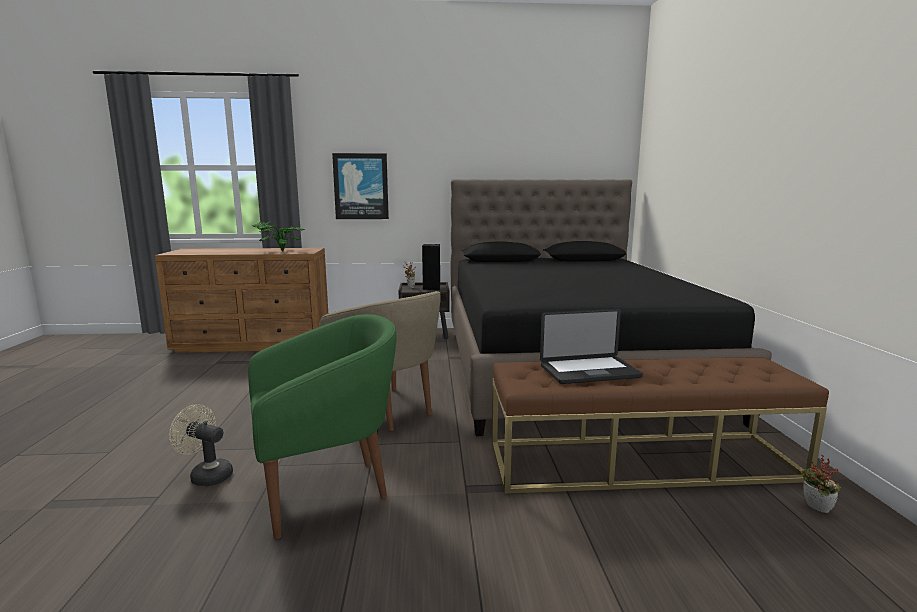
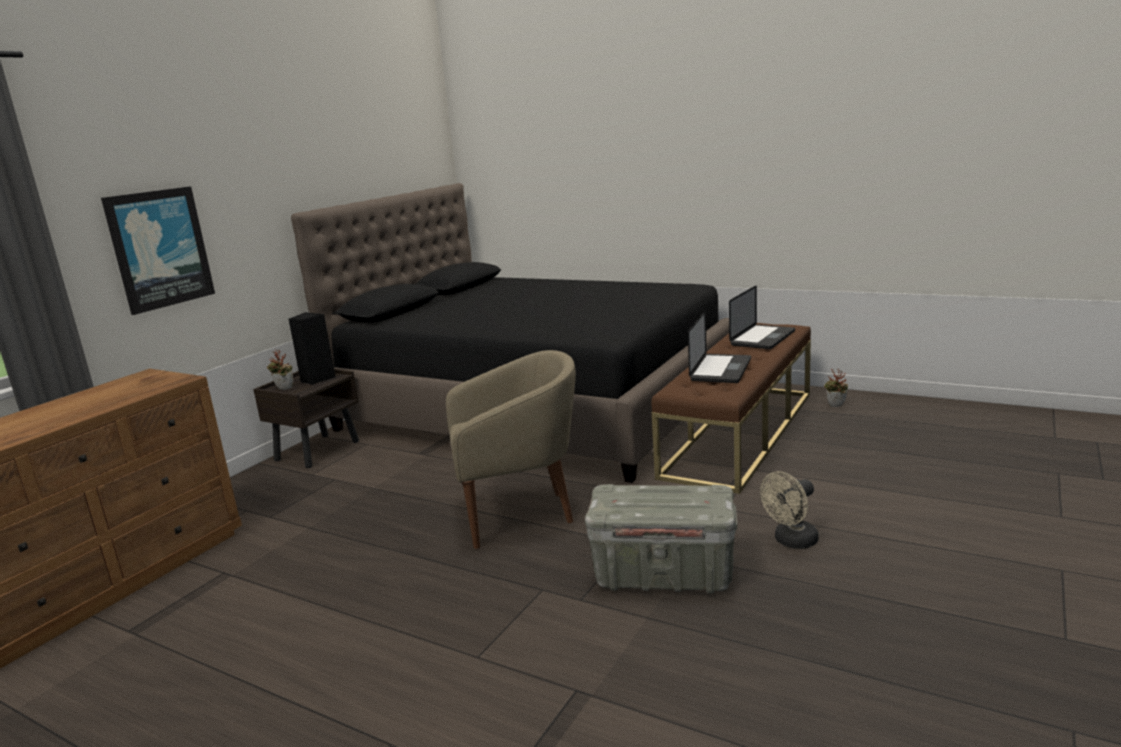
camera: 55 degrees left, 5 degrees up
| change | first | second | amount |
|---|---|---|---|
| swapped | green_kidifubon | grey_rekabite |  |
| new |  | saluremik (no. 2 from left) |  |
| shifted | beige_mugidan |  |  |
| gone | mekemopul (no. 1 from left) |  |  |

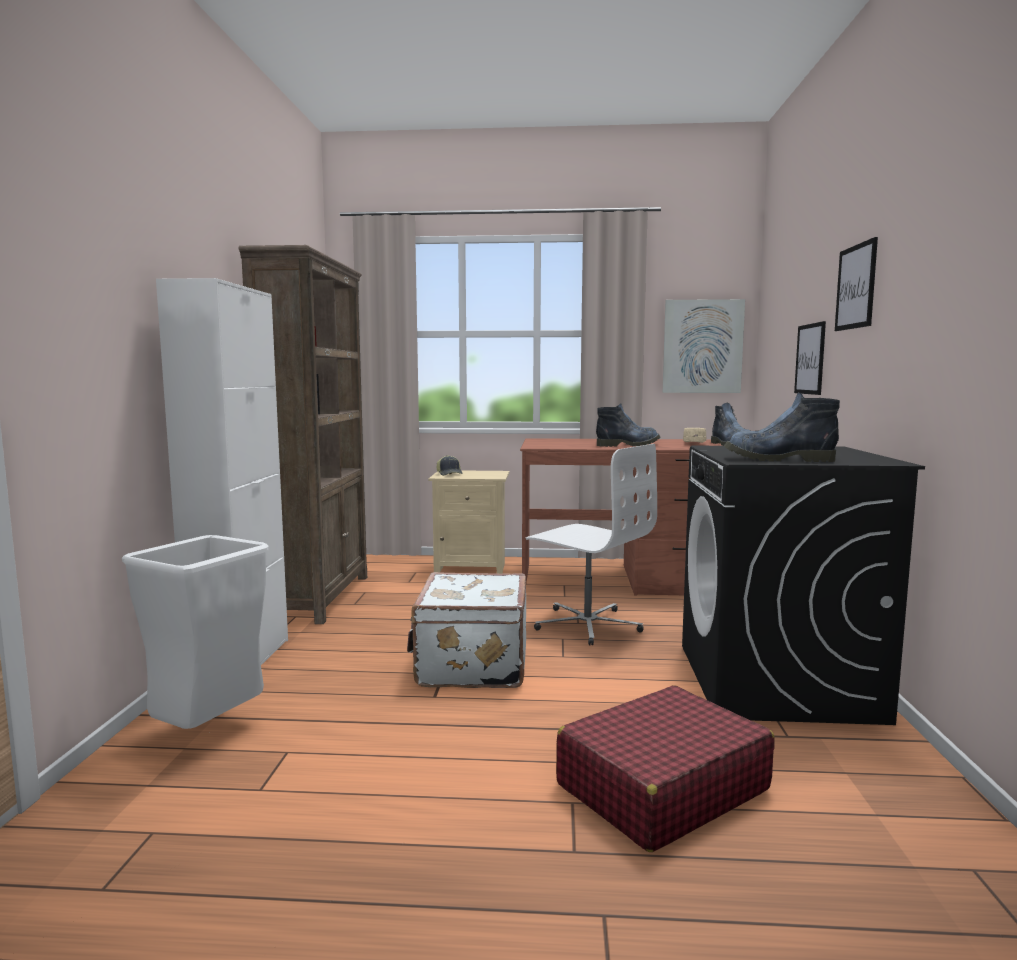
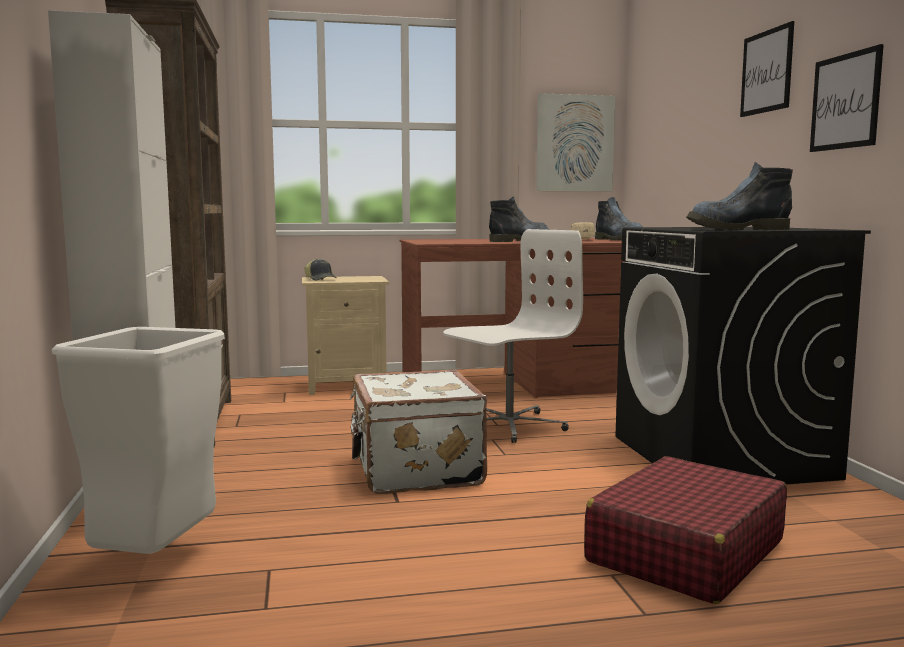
camera: 15 degrees left, 0 degrees up
| change | first | second | amount |
|---|---|---|---|
| rotated | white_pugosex |  | 60 degrees counterclockwise |
| shifted | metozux (no. 2 from left in the first image) | metozux (no. 3 from left) |  |

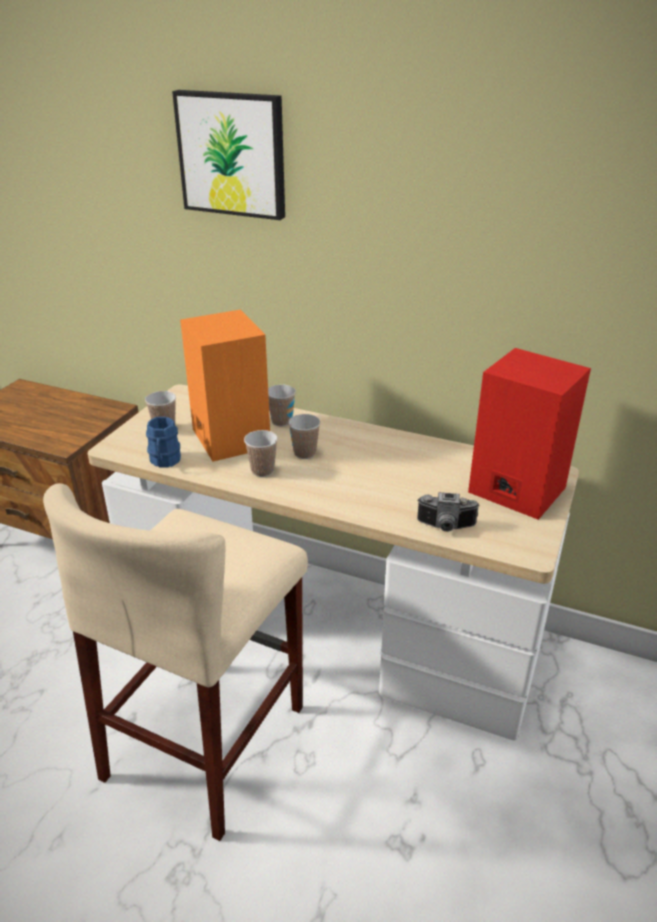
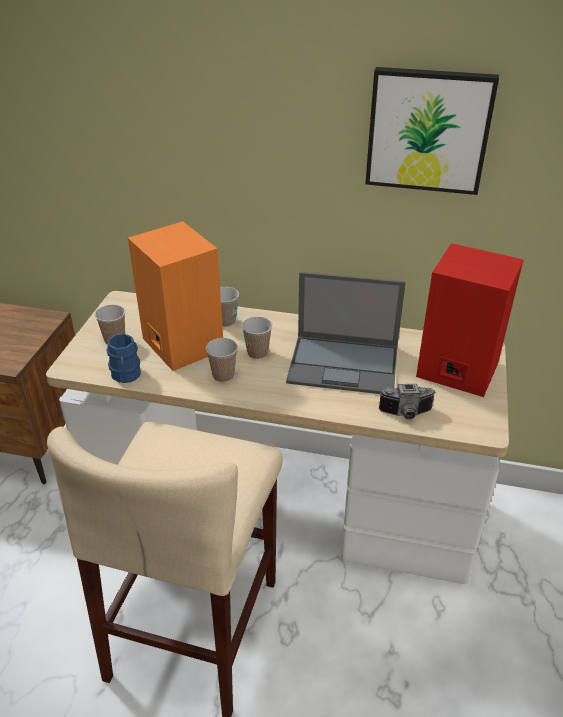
camera: 10 degrees left, 5 degrees up
| change | first | second | amount |
|---|---|---|---|
| new |  | saluremik |  |
| shifted | metozux |  |  |

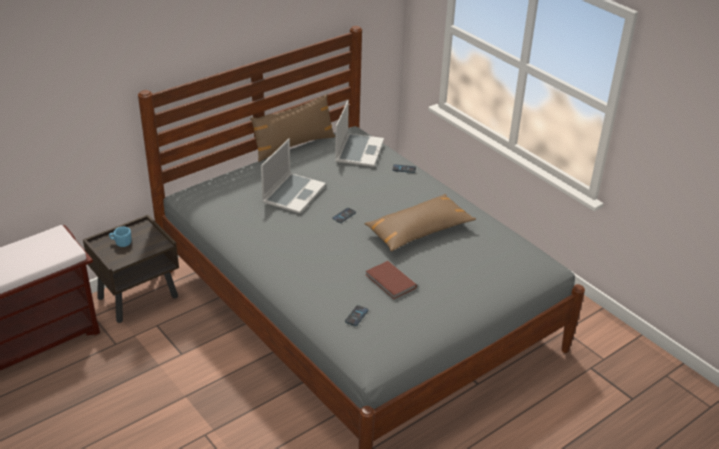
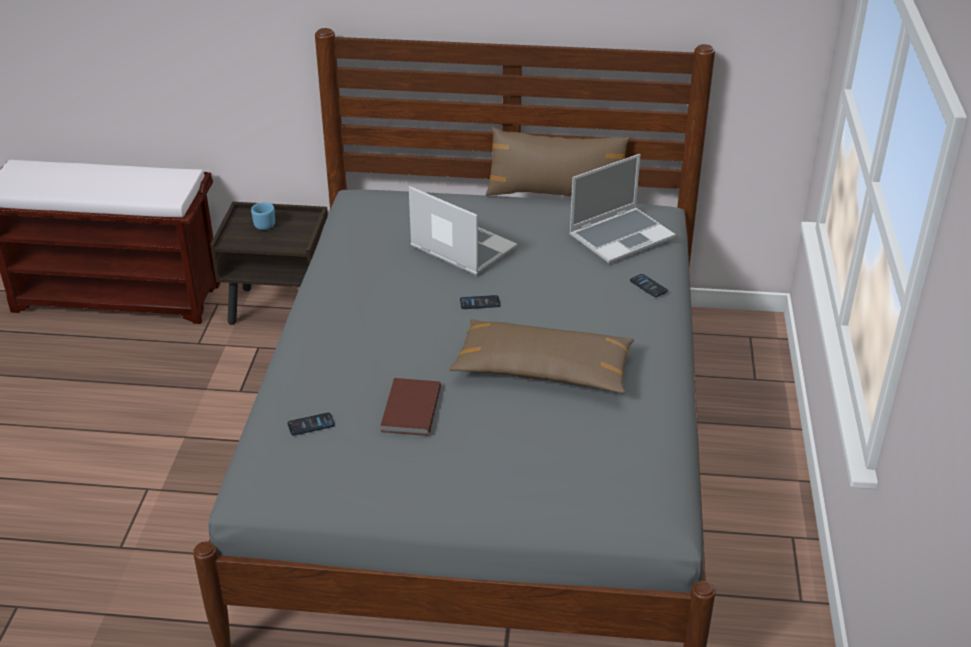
camera: 45 degrees right, 0 degrees up
| change | first | second | amount |
|---|---|---|---|
| rotated | saluremik (no. 1 from left) |  | 120 degrees counterclockwise |

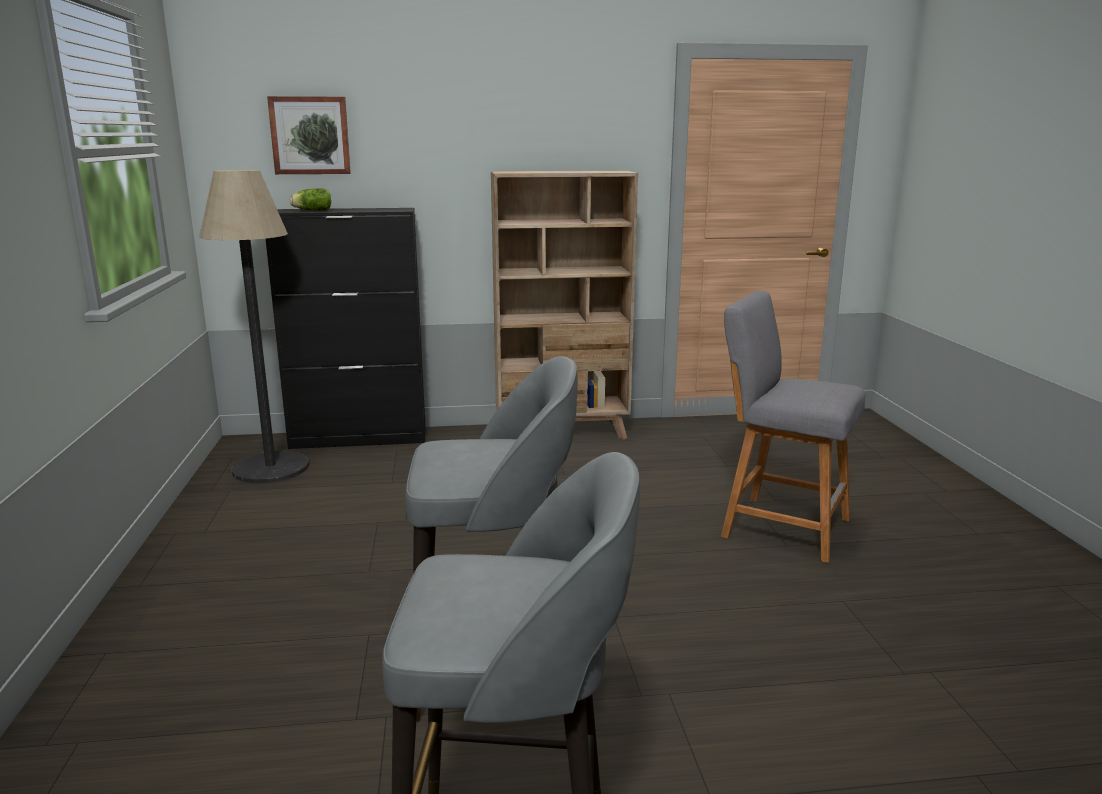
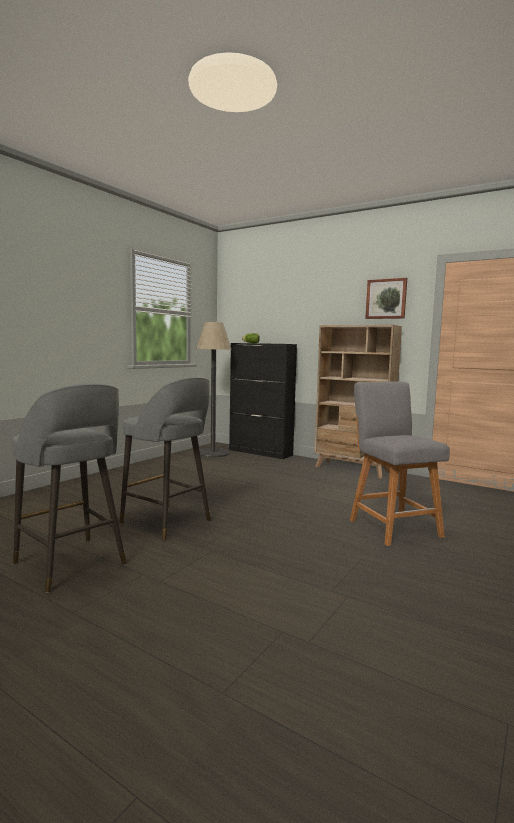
camera: 40 degrees right, 10 degrees down
| change | first | second | amount |
|---|---|---|---|
| shifted | metozux |  |  |

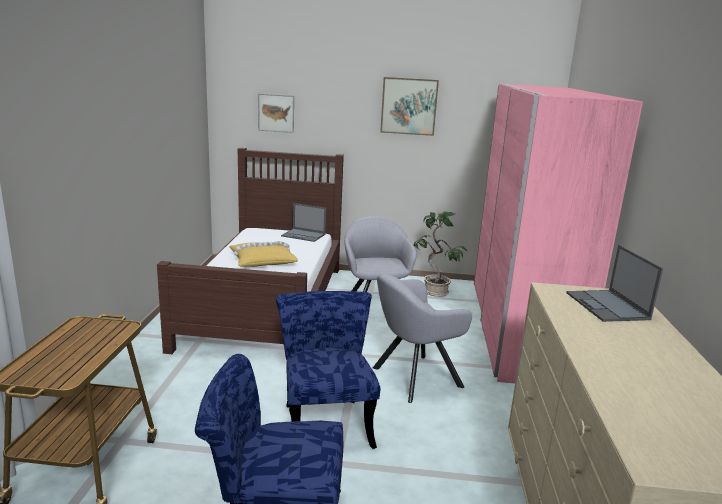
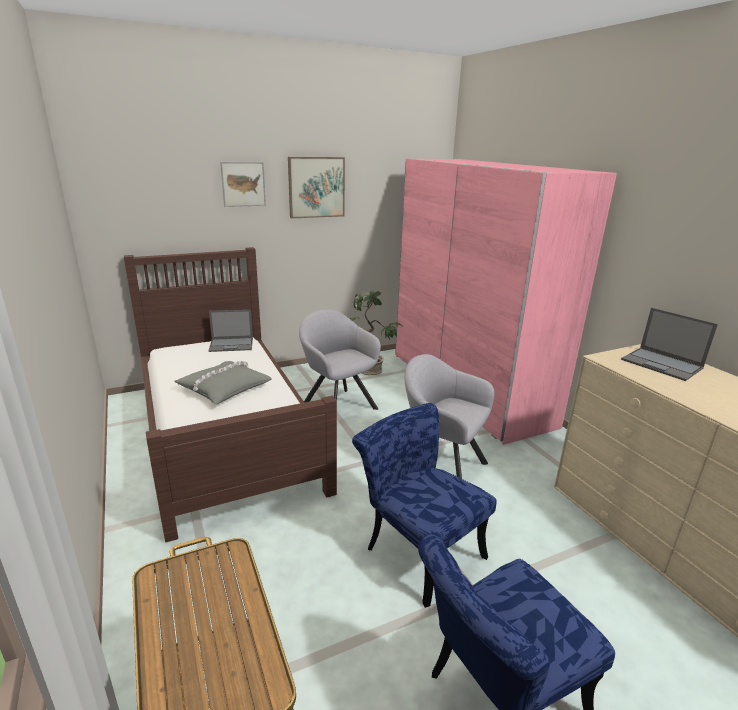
camera: 30 degrees left, 5 degrees up
| change | first | second | amount |
|---|---|---|---|
| repainted | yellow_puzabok | grey_puzabok |  |
| shifted | metozux (no. 1 from left) |  |  |
| rotated | grey_kidifubon (no. 2 from left) |  | 90 degrees clockwise |

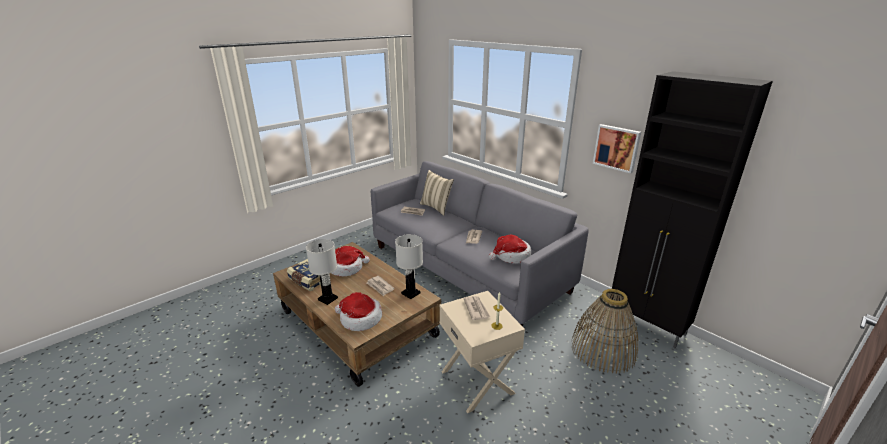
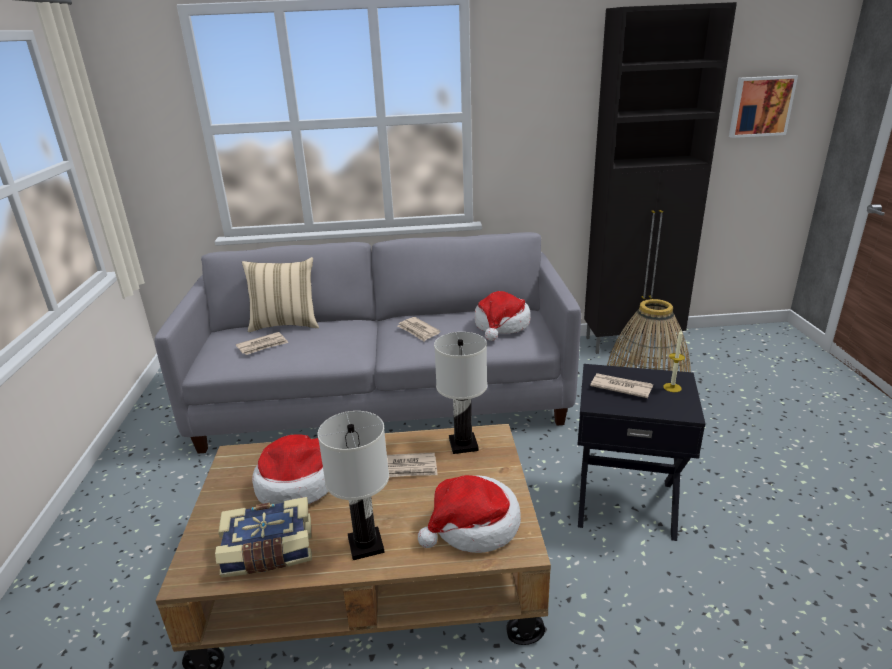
camera: 50 degrees left, 0 degrees up
| change | first | second | amount |
|---|---|---|---|
| repainted | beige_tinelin | black_tinelin |  |
| shifted | metozux |  |  |

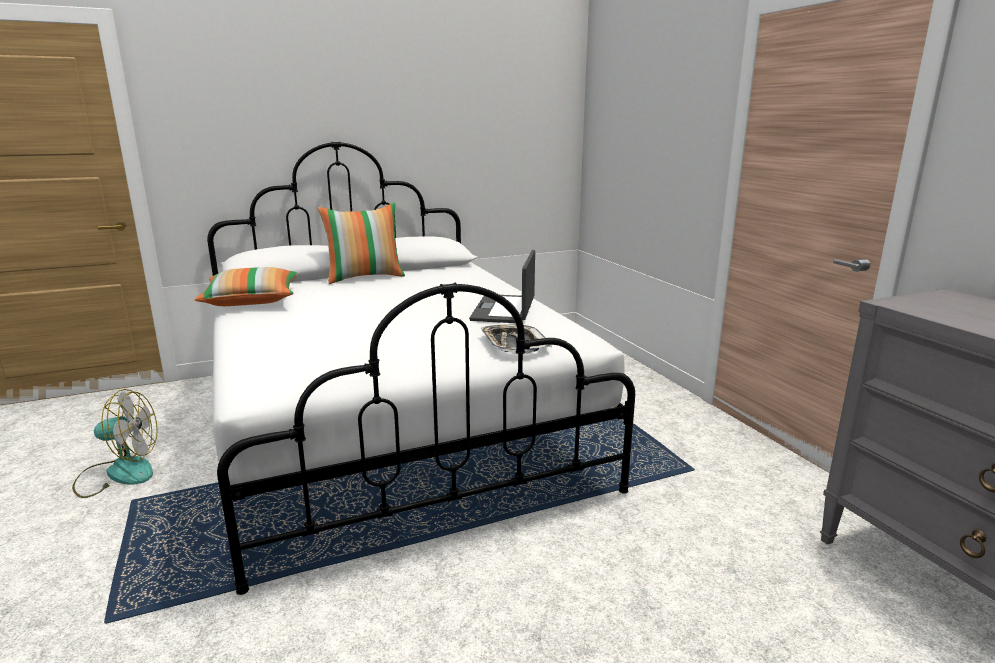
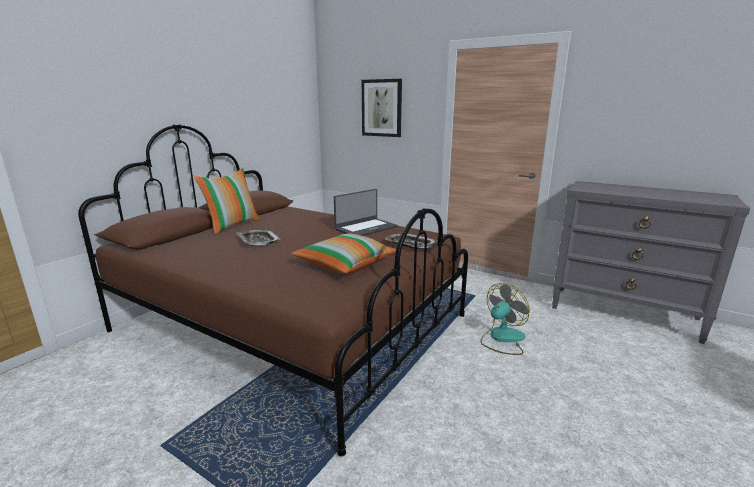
camera: 35 degrees left, 0 degrees up
| change | first | second | amount |
|---|---|---|---|
| repainted | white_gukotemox | brown_gukotemox |  |
| new |  | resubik (no. 1 from left) |  |
| shifted | puzabok (no. 1 from left in the first image) | puzabok (no. 2 from left) |  |
| rotated | saluremik |  | 105 degrees counterclockwise |
| new |  | metozux |  |
| shifted | mugidan |  |  |

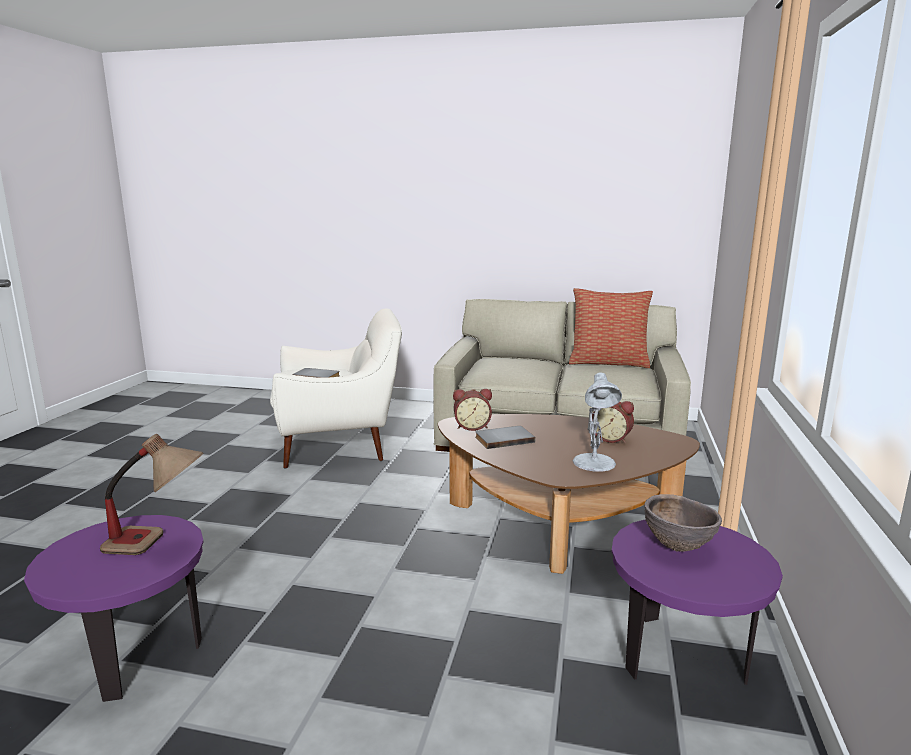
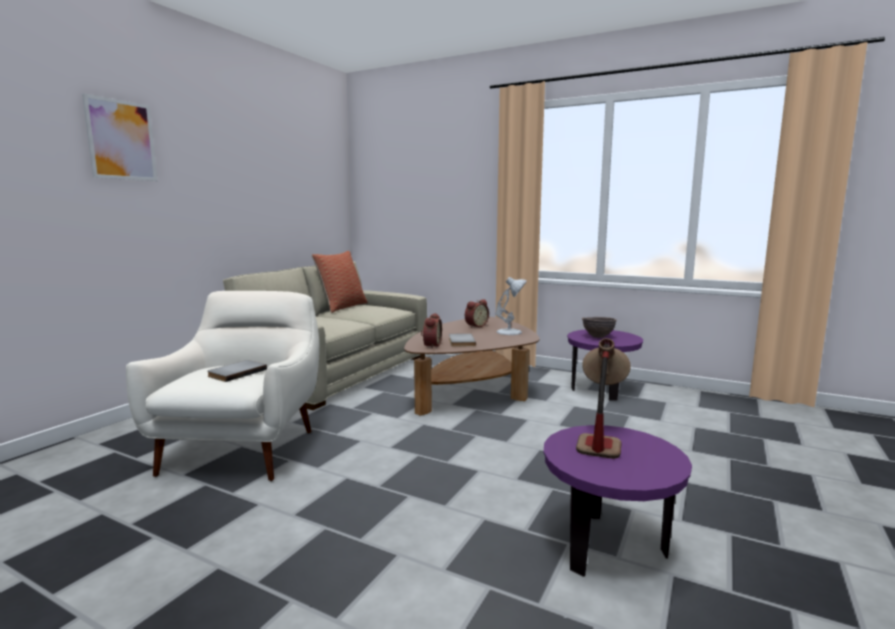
camera: 75 degrees left, 5 degrees down
| change | first | second | amount |
|---|---|---|---|
| new |  | metozux |  |

